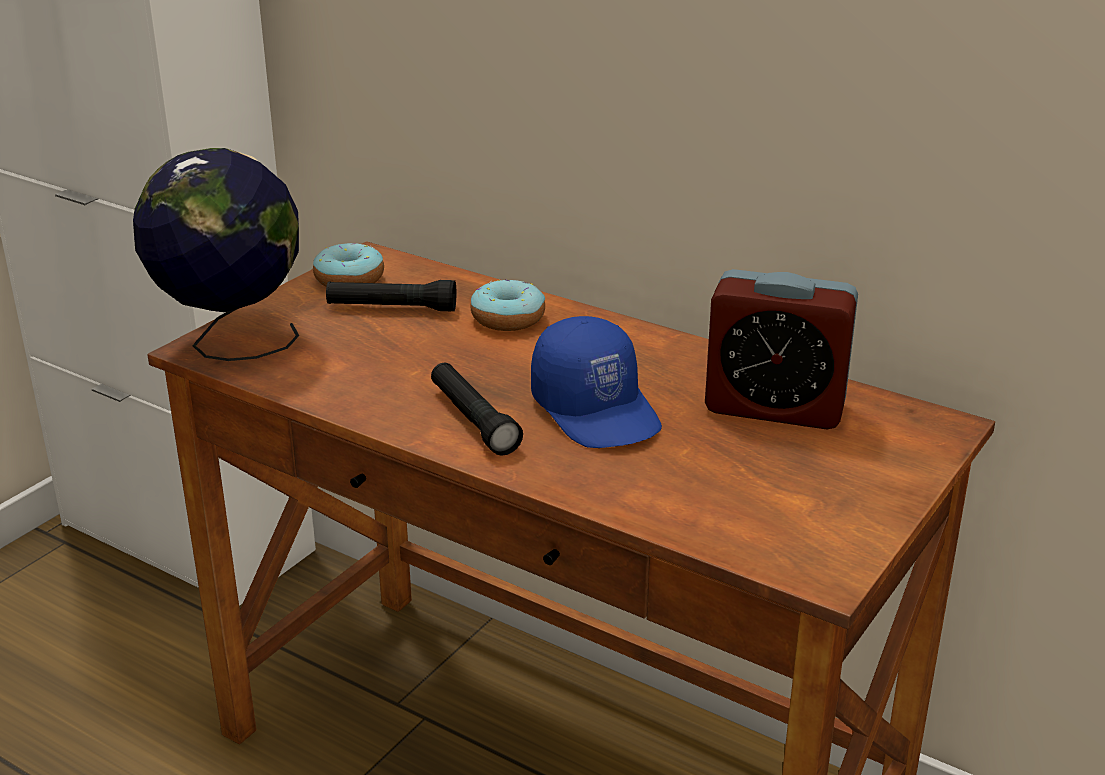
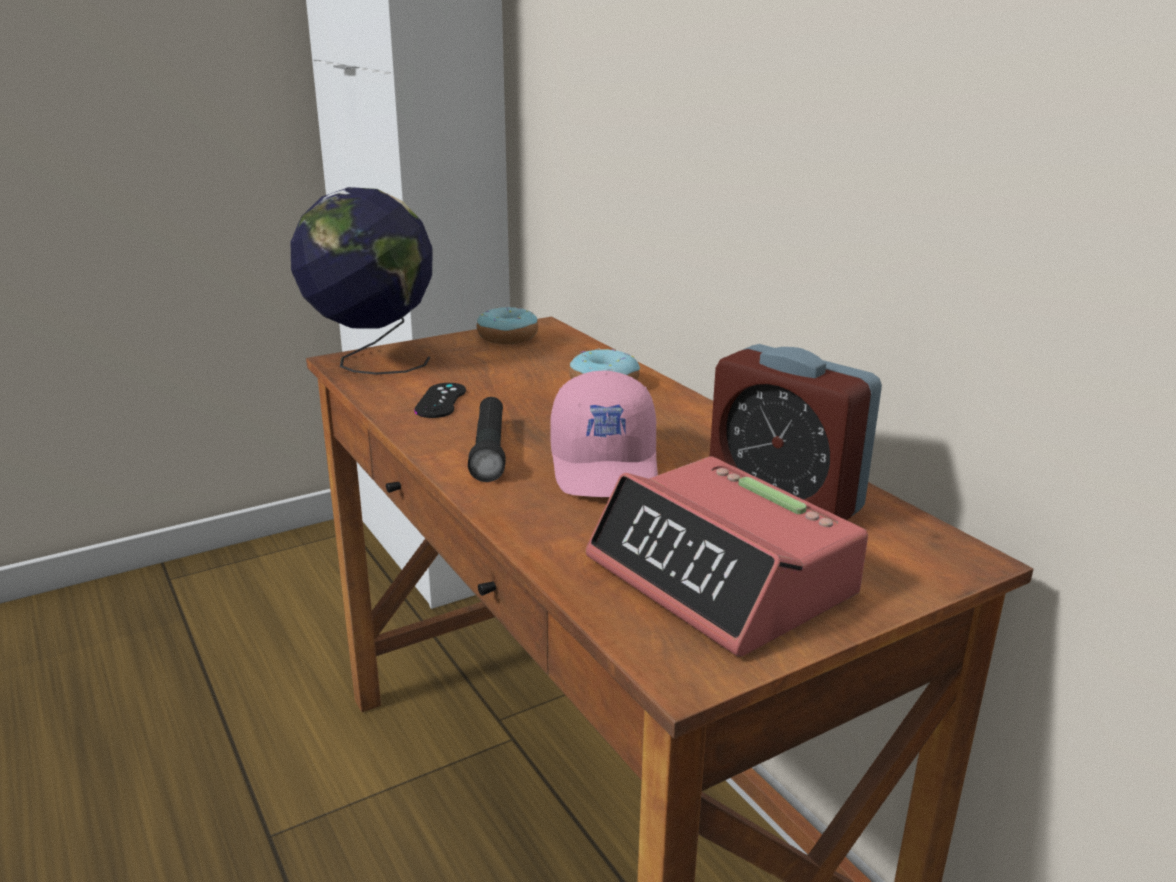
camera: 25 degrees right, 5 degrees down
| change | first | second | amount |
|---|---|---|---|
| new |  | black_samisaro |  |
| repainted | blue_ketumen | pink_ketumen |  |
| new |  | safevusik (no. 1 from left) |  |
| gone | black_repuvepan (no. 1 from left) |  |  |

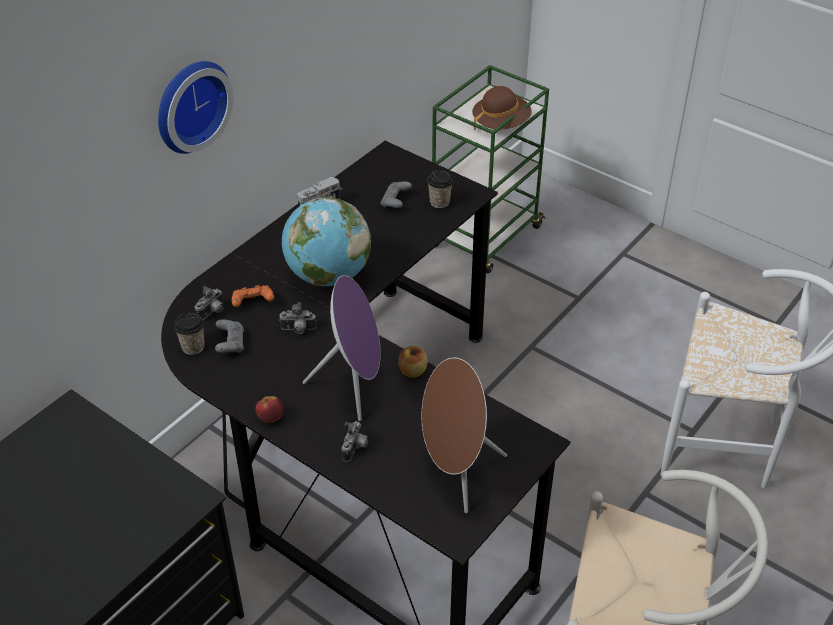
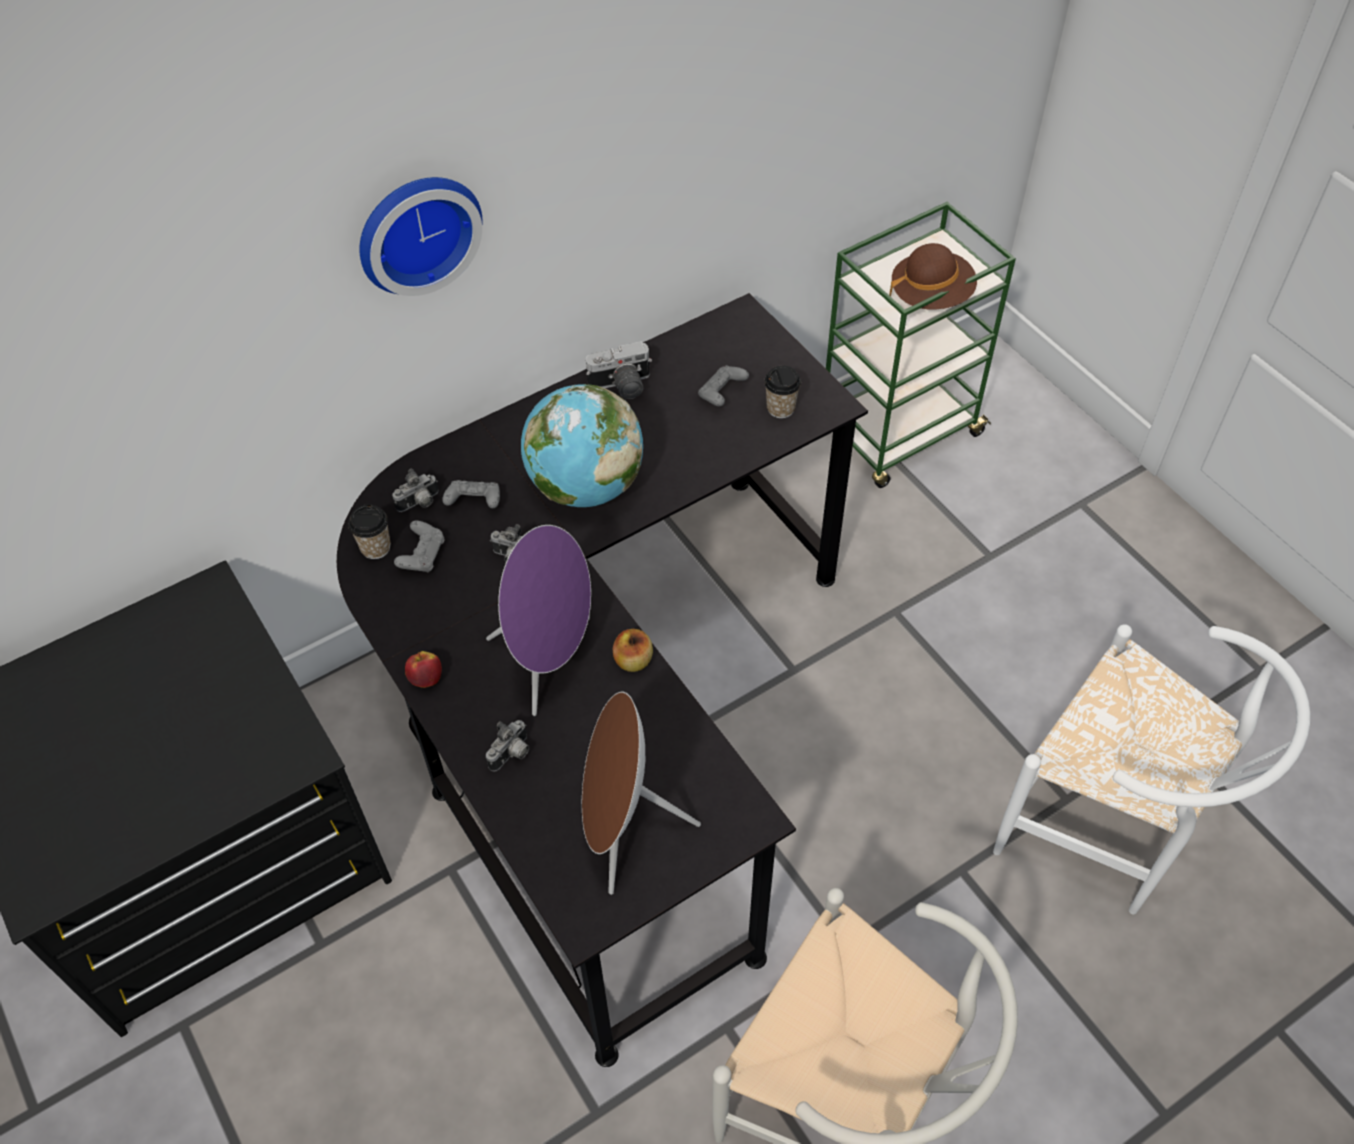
camera: 20 degrees right, 10 degrees up
| change | first | second | amount |
|---|---|---|---|
| repainted | orange_samisaro | grey_samisaro (no. 2 from left) |  |

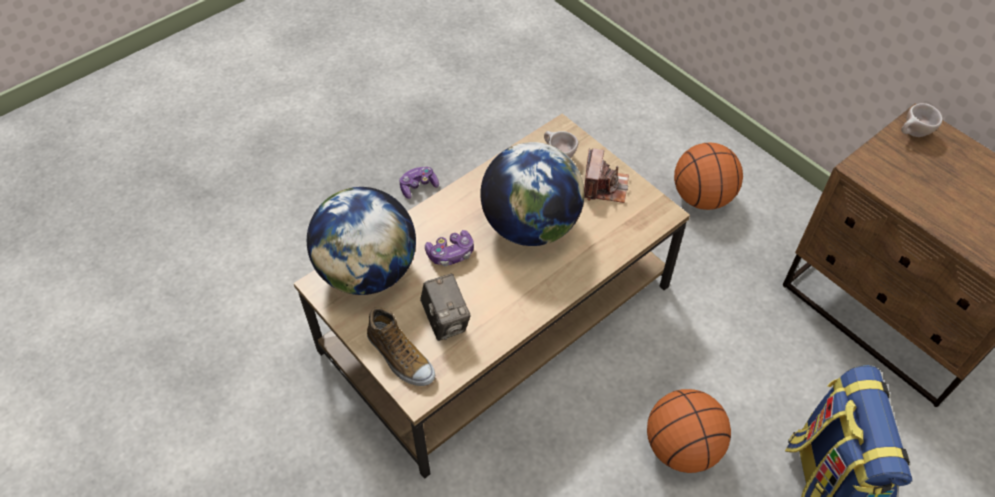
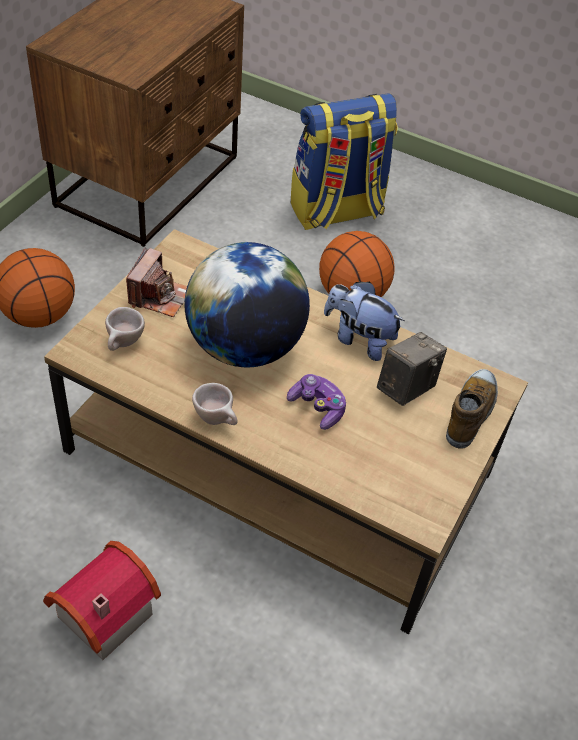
camera: 115 degrees left, 5 degrees down
| change | first | second | amount |
|---|---|---|---|
| swapped | samisaro (no. 1 from left) | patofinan |  |
| rotated | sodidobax (no. 2 from left in the first image) | sodidobax (no. 1 from left) | 120 degrees clockwise |
| shifted | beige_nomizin (no. 2 from left) |  |  |
| new |  | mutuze |  |
| gone | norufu (no. 1 from left) |  |  |

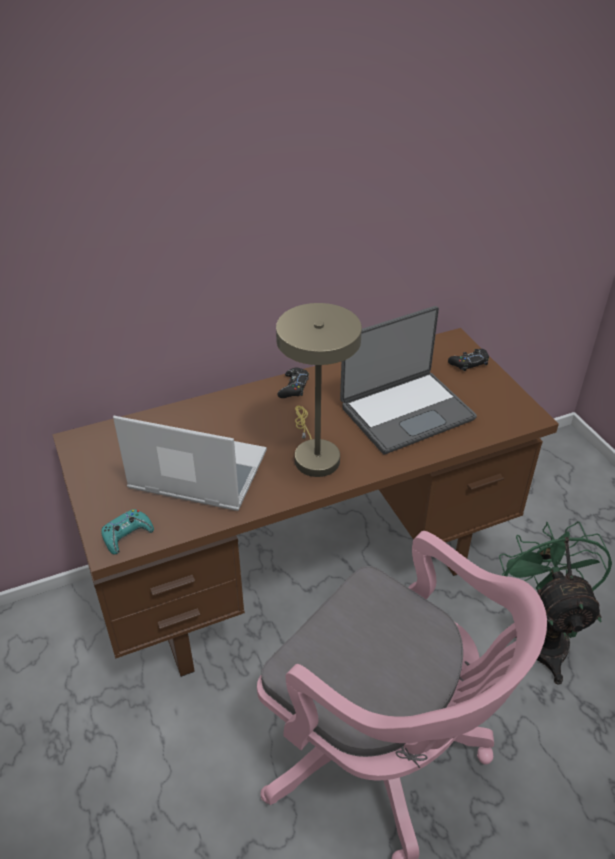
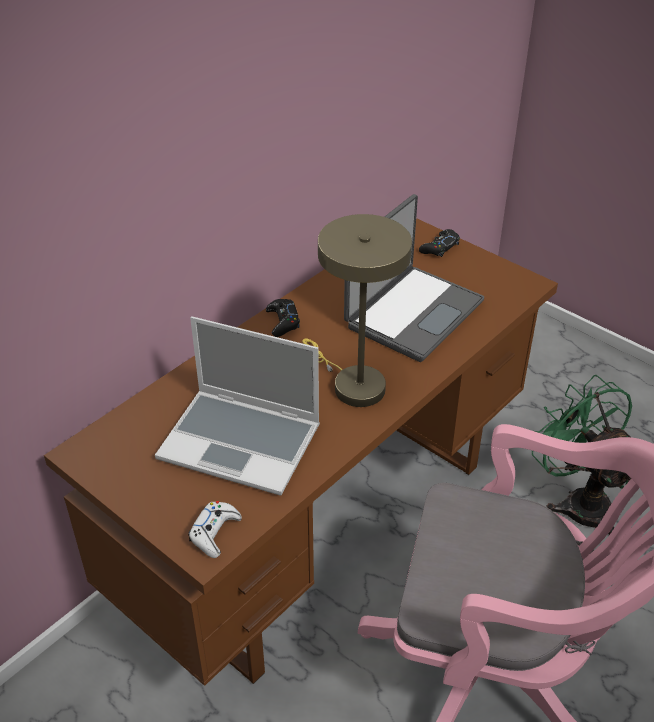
camera: 25 degrees left, 0 degrees up
| change | first | second | amount |
|---|---|---|---|
| rotated | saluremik (no. 1 from left) |  | 150 degrees counterclockwise |
| repainted | turquoise_samisaro | white_samisaro |  |

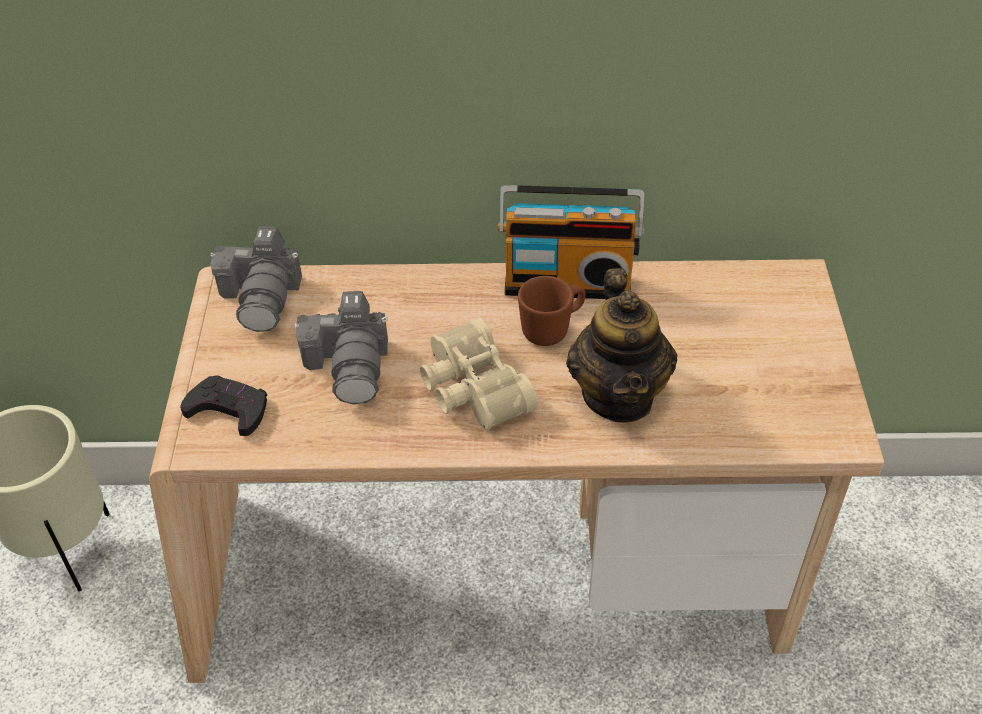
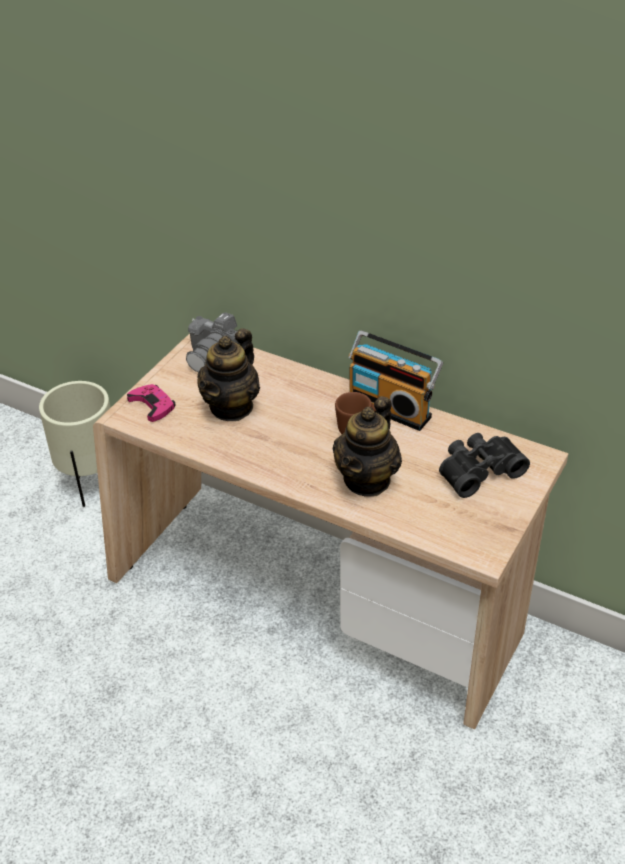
camera: 30 degrees right, 5 degrees down
| change | first | second | amount |
|---|---|---|---|
| repainted | black_samisaro | pink_samisaro |  |
| swapped | sodidobax (no. 2 from left) | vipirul (no. 1 from left) |  |
| new |  | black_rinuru |  |
| gone | beige_rinuru |  |  |

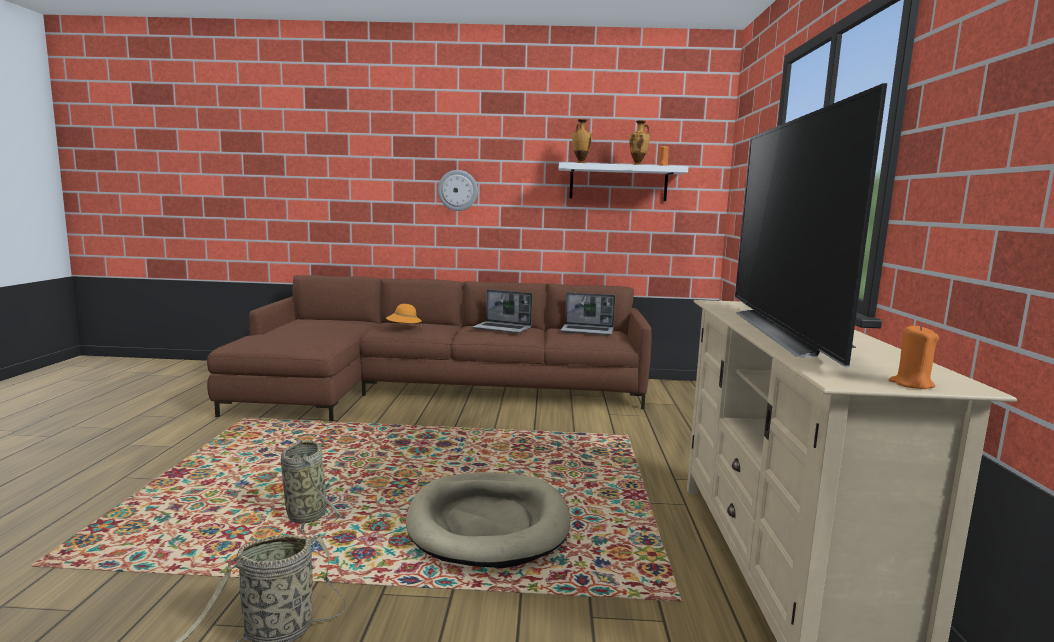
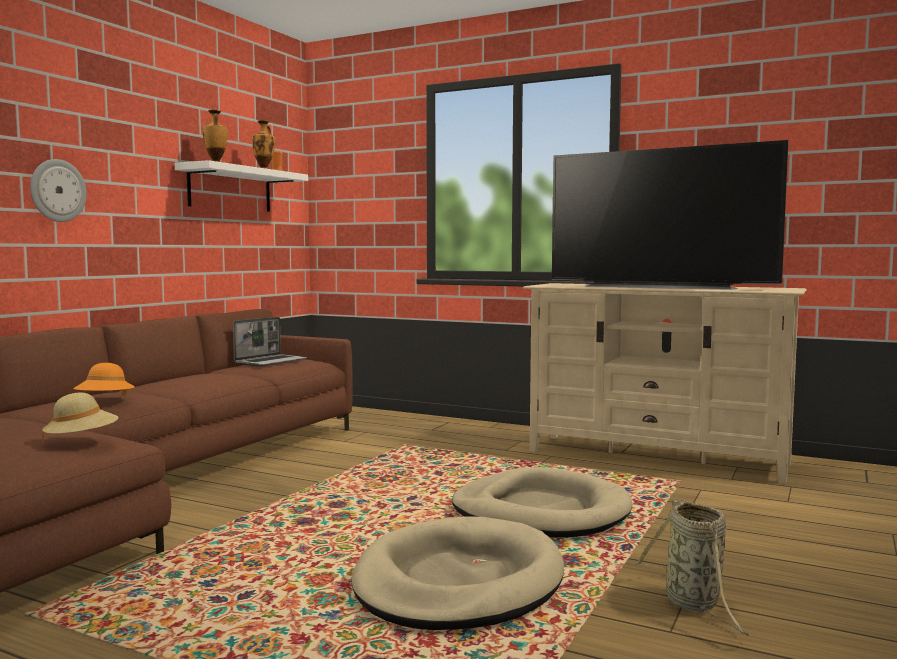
camera: 65 degrees left, 5 degrees down
| change | first | second | amount |
|---|---|---|---|
| new |  | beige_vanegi |  |
| swapped | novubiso (no. 2 from left) | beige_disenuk (no. 1 from left) |  |
| gone | saluremik (no. 1 from left) |  |  |
| gone | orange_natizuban (no. 2 from left) |  |  |

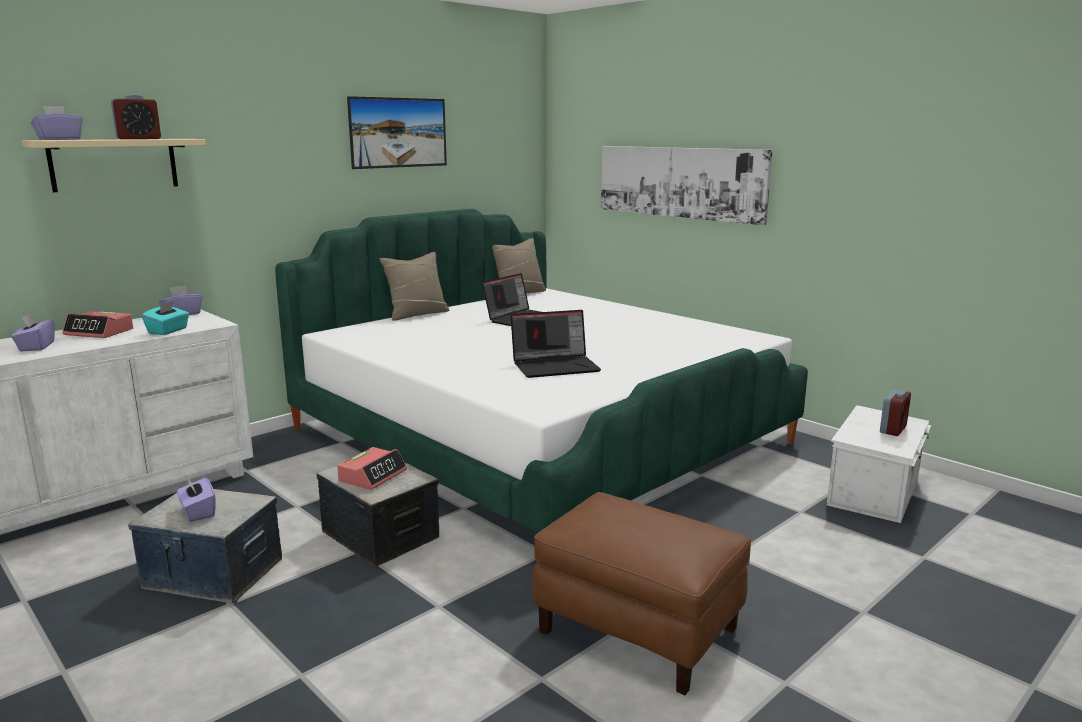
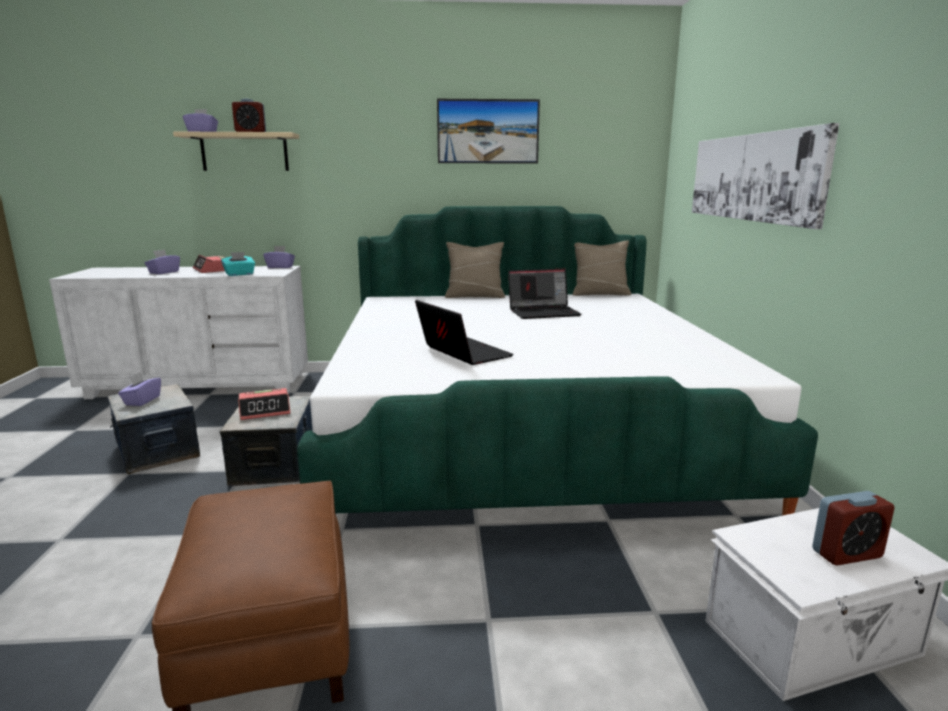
camera: 40 degrees right, 0 degrees up
| change | first | second | amount |
|---|---|---|---|
| rotated | saluremik (no. 2 from left in the first image) | saluremik (no. 1 from left) | 150 degrees counterclockwise |

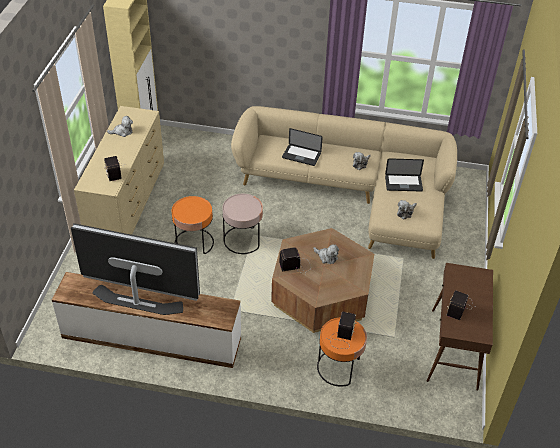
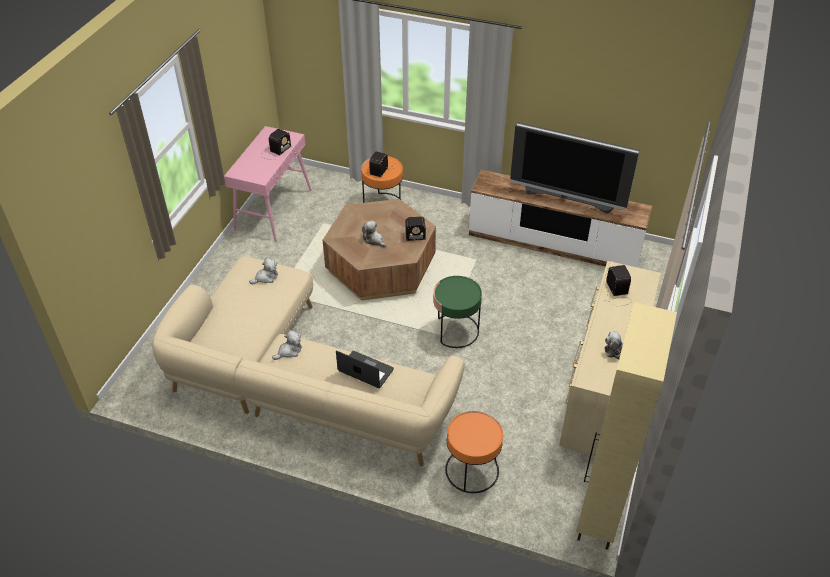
camera: 170 degrees left, 0 degrees up
| change | first | second | amount |
|---|---|---|---|
| repainted | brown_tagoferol | pink_tagoferol |  |
| repainted | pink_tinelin | green_tinelin |  |
| shifted | orange_tinelin (no. 1 from left in the first image) | orange_tinelin (no. 2 from left) |  |
| gone | saluremik (no. 2 from left) |  |  |

